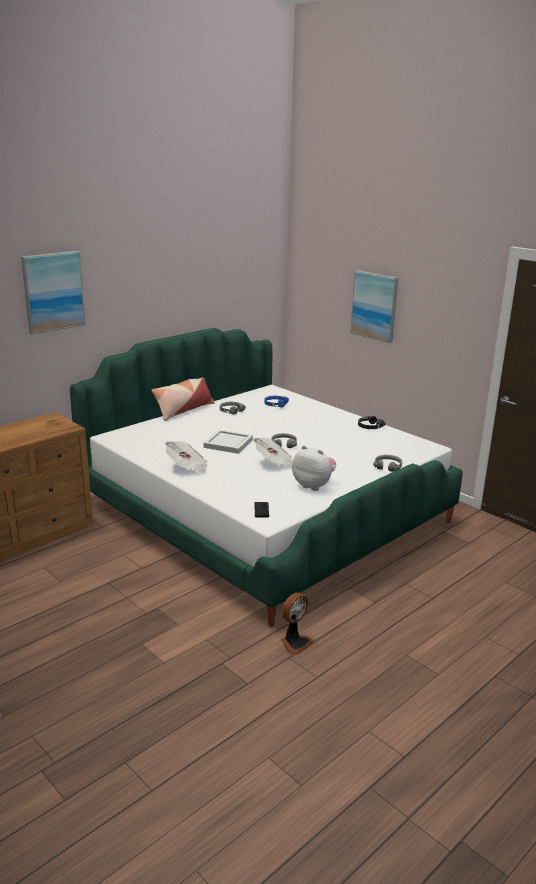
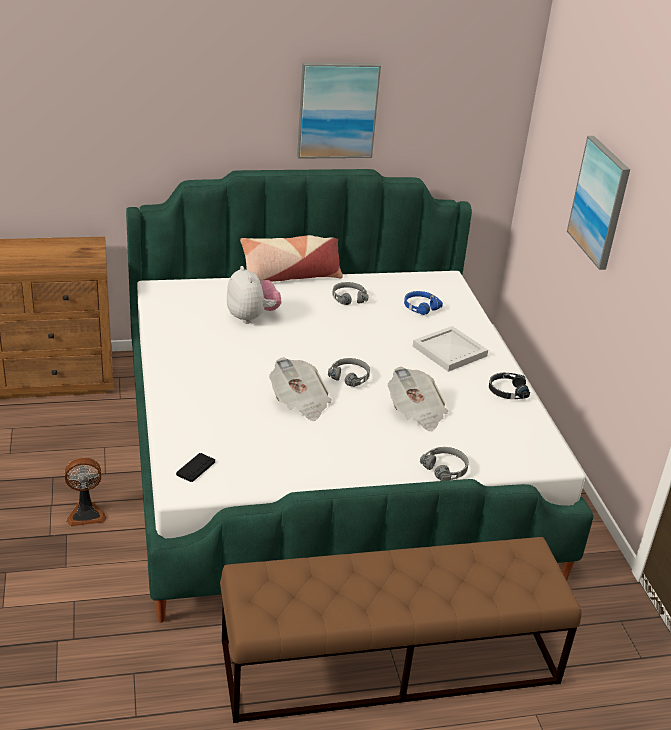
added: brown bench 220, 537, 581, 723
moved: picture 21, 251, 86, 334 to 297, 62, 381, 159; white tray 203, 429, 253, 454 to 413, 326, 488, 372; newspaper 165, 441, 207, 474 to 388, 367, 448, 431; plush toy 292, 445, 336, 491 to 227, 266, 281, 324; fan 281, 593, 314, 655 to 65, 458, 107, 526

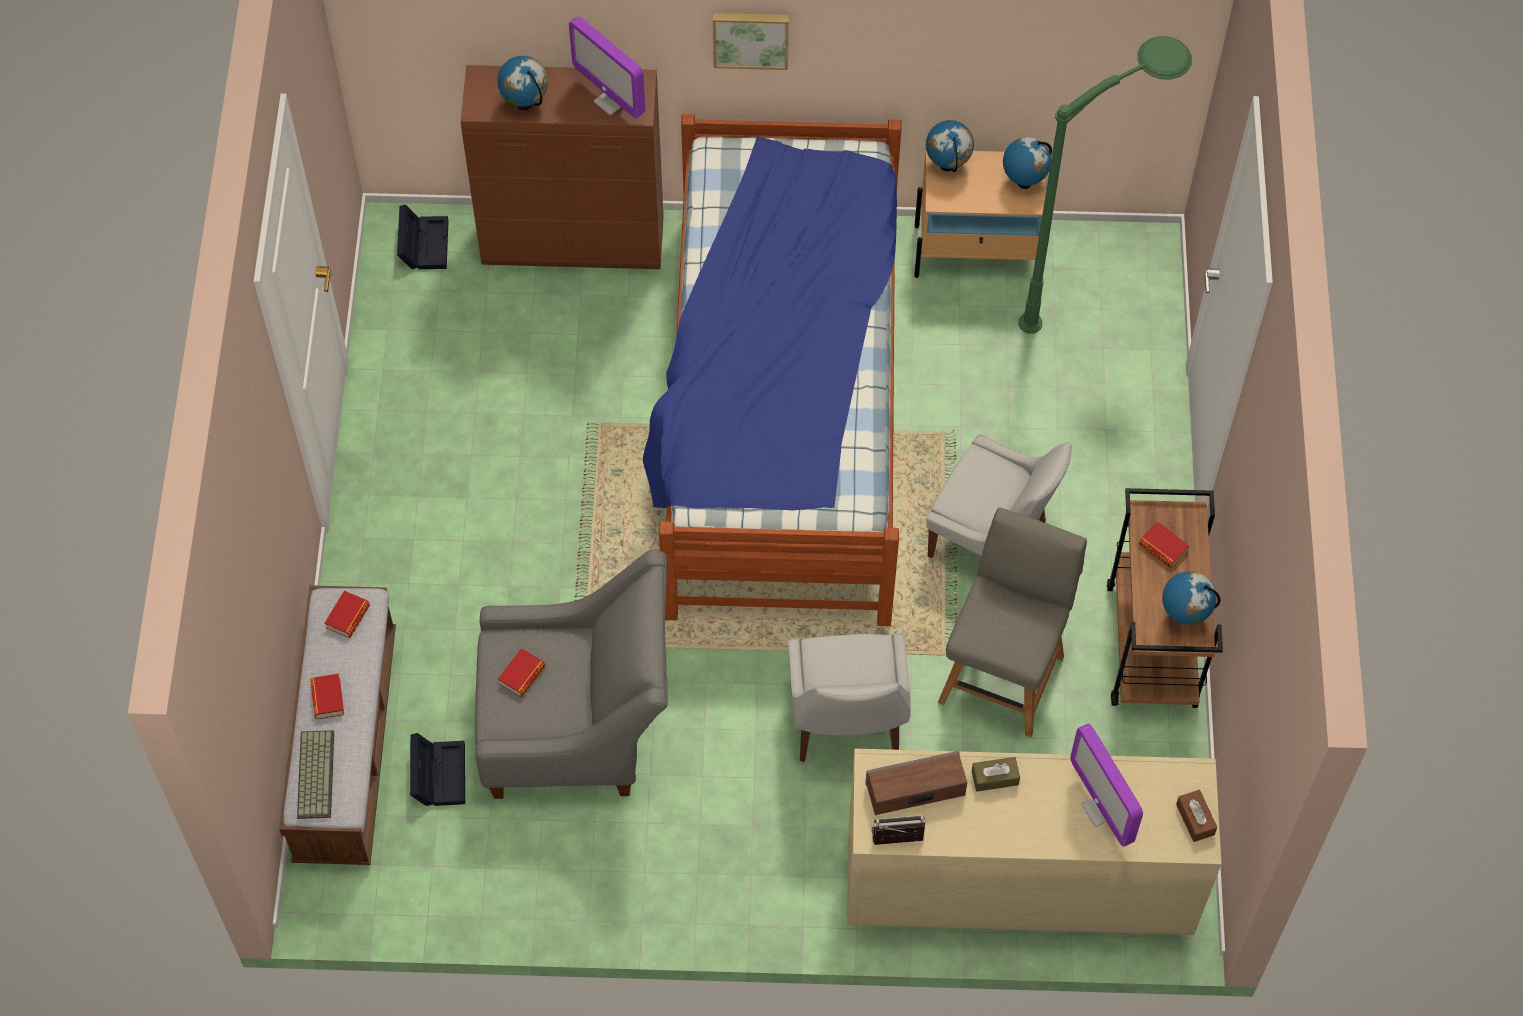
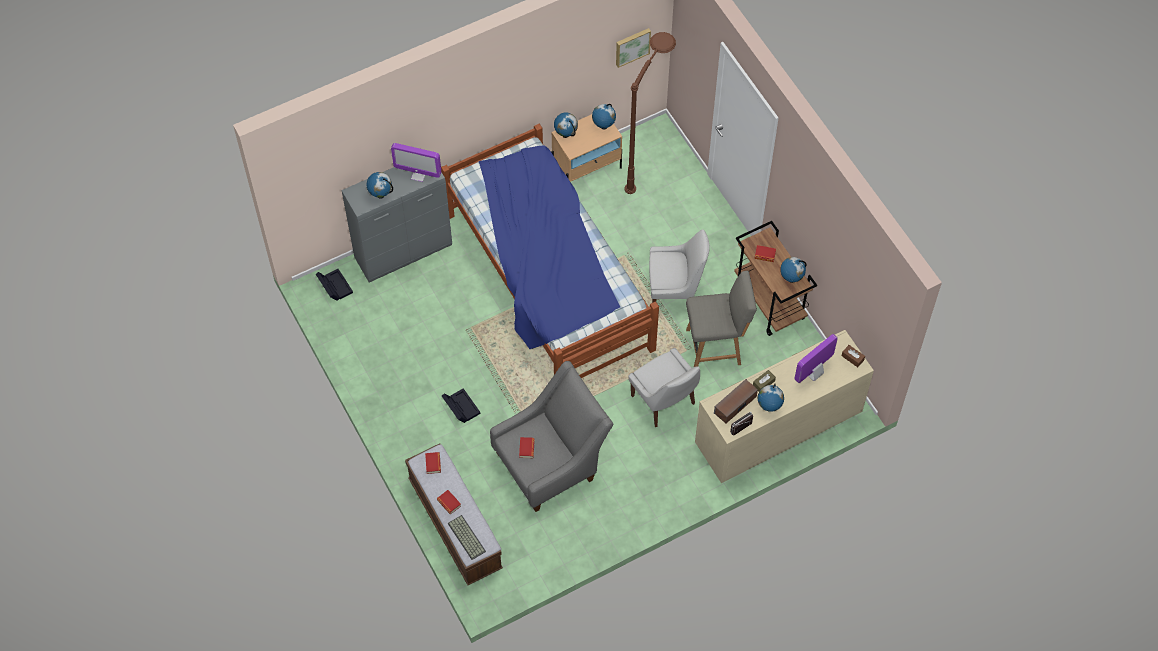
added: globe 758, 384, 784, 412
moved: picture 713, 13, 789, 70 to 616, 28, 651, 68; black storage box 410, 733, 465, 806 to 442, 388, 481, 423
recoloured: green floor lamp 1018, 36, 1192, 334 to brown floor lamp 624, 32, 676, 194; brown cabinet 461, 65, 664, 269 to grey cabinet 342, 167, 452, 283
turned: grey chair 938, 508, 1087, 737 = 686, 271, 757, 367 90 degrees clockwise; monitor 1070, 723, 1143, 847 = 794, 334, 838, 383 105 degrees clockwise

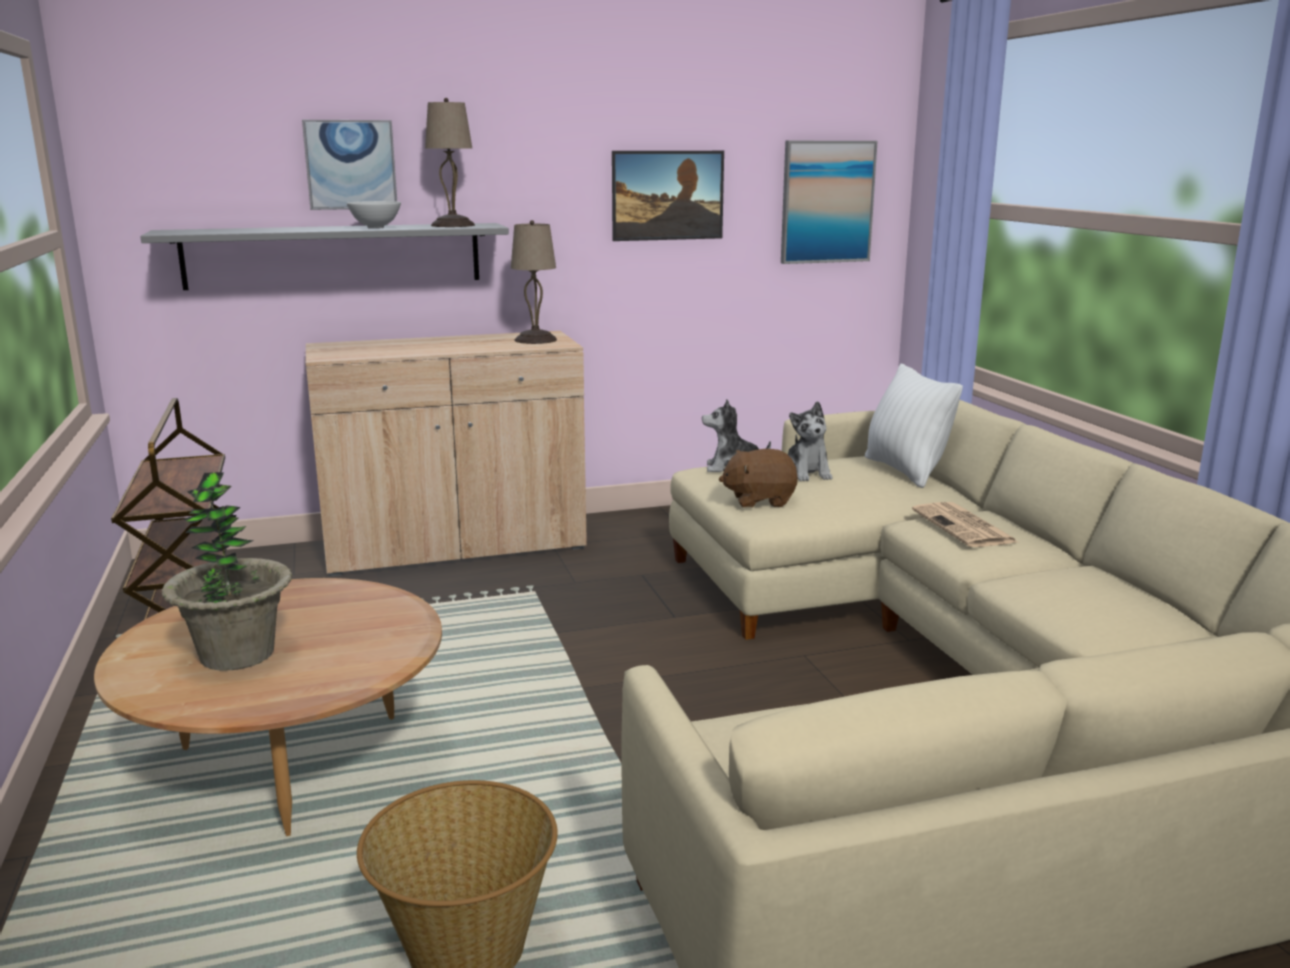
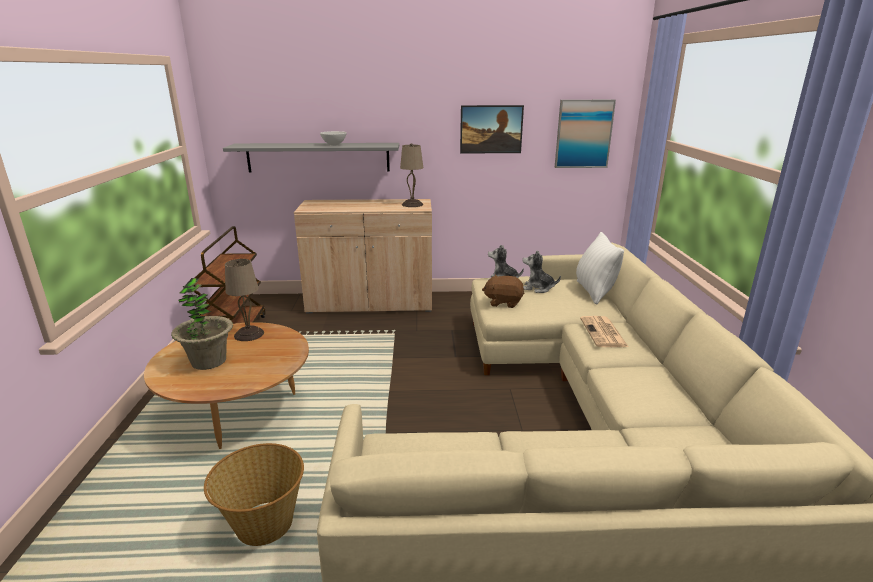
removed: picture 302, 120, 397, 210
moved: beige table lamp 425, 98, 475, 227 to 225, 259, 264, 341
turned: plush toy 788, 401, 832, 481 = 523, 250, 561, 293 105 degrees clockwise

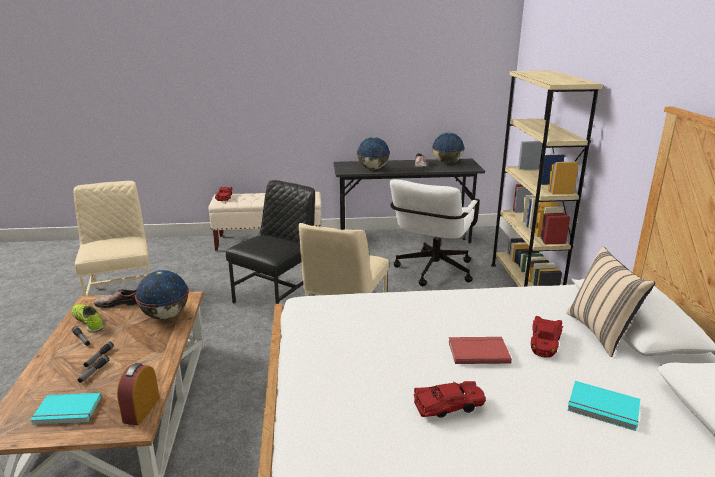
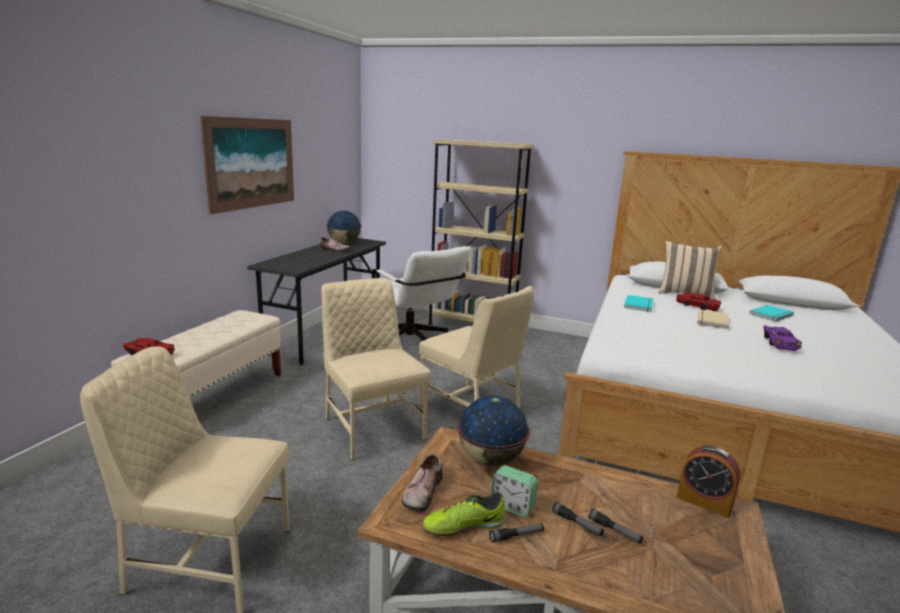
removed: globe 357, 137, 390, 170
added: picture 200, 116, 294, 214; alarm clock 491, 465, 538, 517
moved: turquoise book 30, 393, 101, 425 to 624, 295, 654, 312
recoloured: black chair 226, 180, 315, 304 to beige chair 321, 278, 431, 460; red book 449, 337, 512, 364 to beige book 697, 309, 729, 329; red toy car 414, 381, 486, 418 to purple toy car 763, 325, 802, 351

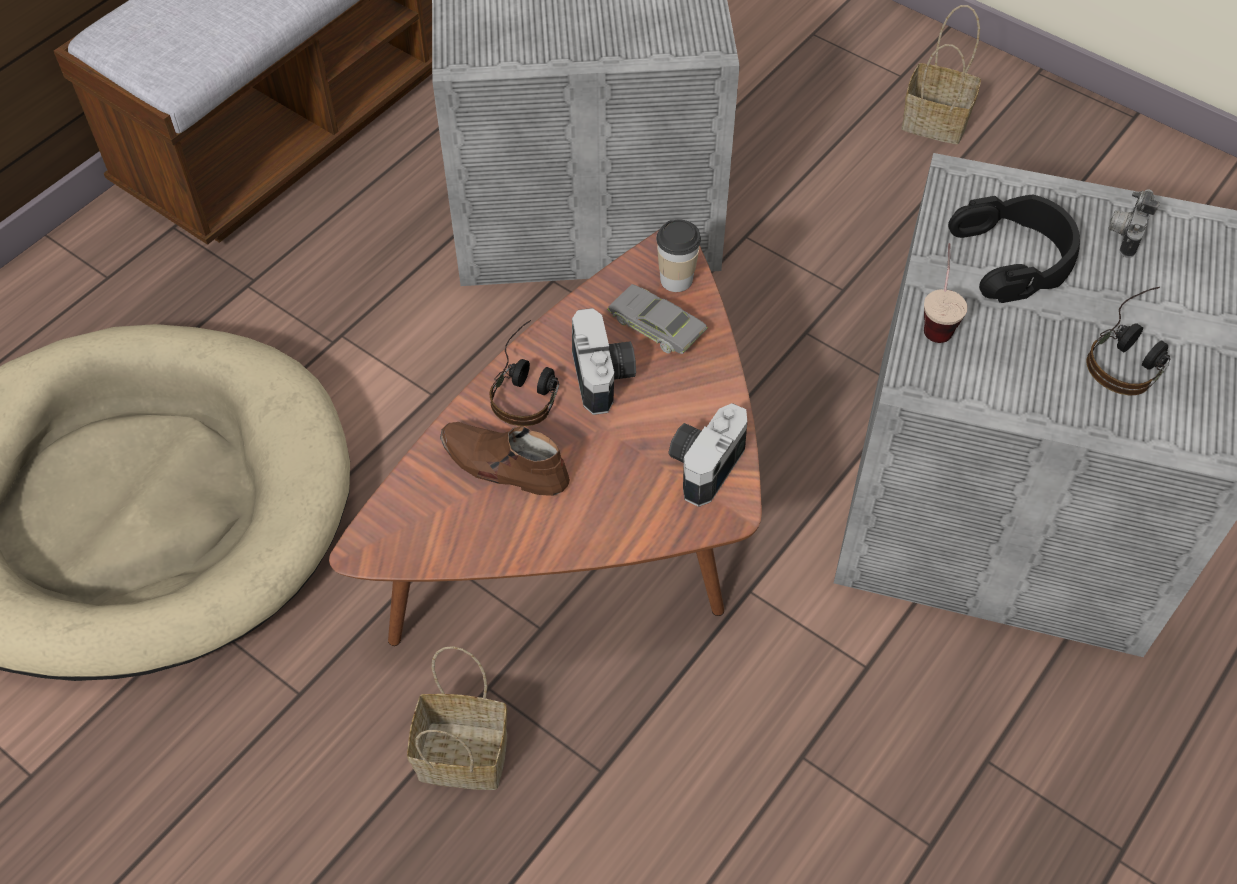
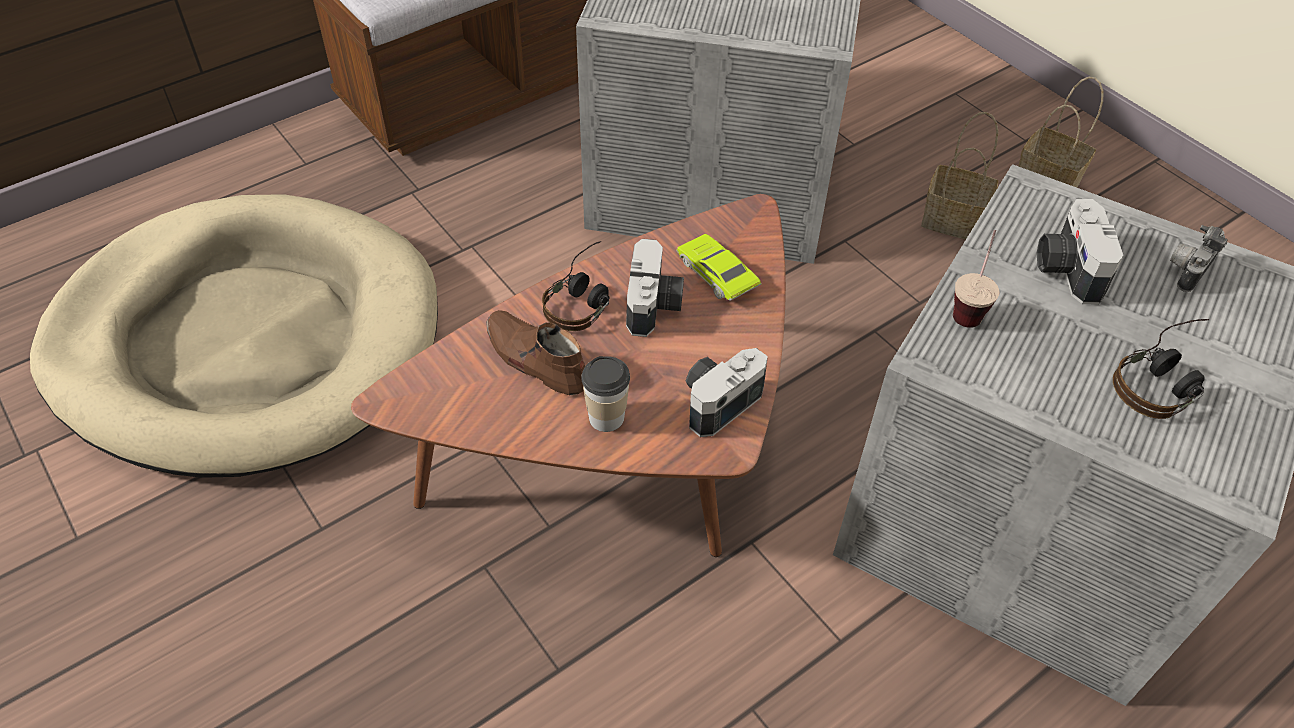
moved: cup 656, 219, 701, 292 to 581, 356, 630, 432; basket 407, 646, 507, 790 to 921, 112, 999, 240
replaced: black headphones 948, 194, 1080, 303 to photo camera 1037, 199, 1124, 305
recoloured: grey toy car 607, 284, 708, 354 to green toy car 676, 234, 762, 301

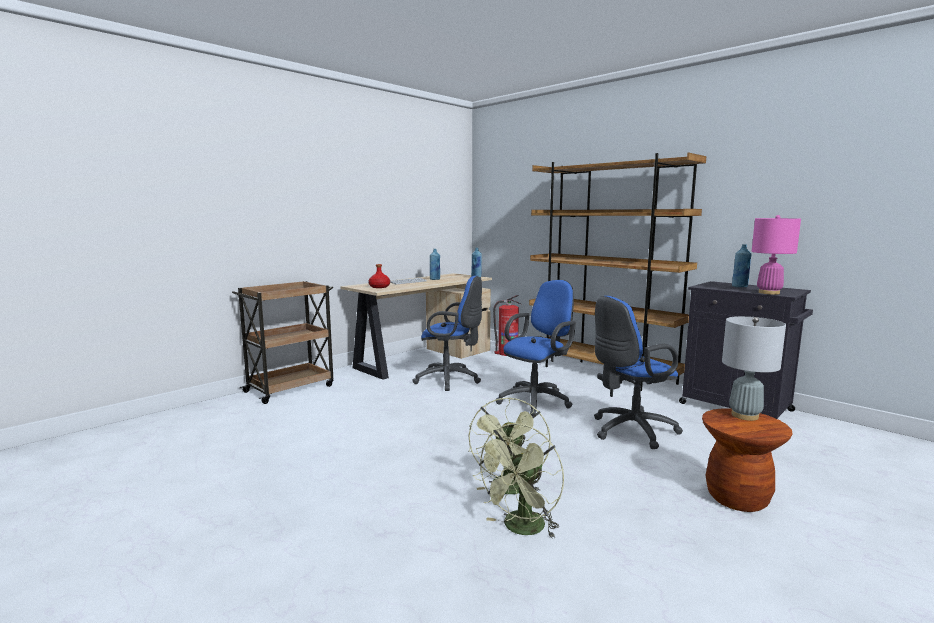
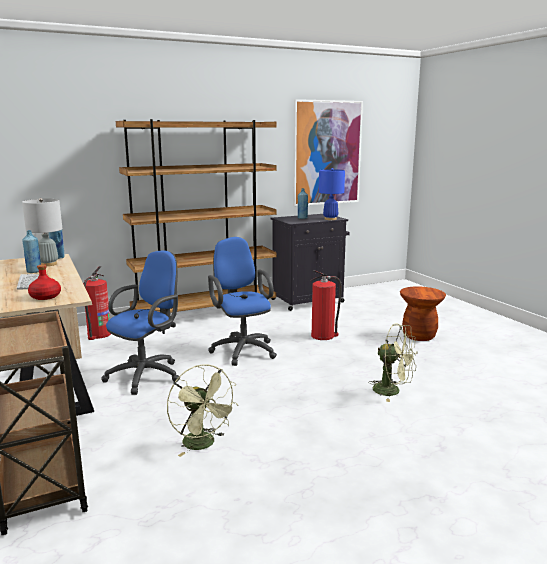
added: picture 293, 99, 363, 206
moved: grey table lamp 722, 316, 786, 421 to 22, 198, 62, 266; green fan 473, 423, 564, 539 to 167, 365, 238, 457
replaced: blue office chair 594, 296, 683, 449 to fire extinguisher 310, 270, 342, 340
recoloured: pink table lamp 752, 215, 801, 295 to blue table lamp 319, 168, 345, 220

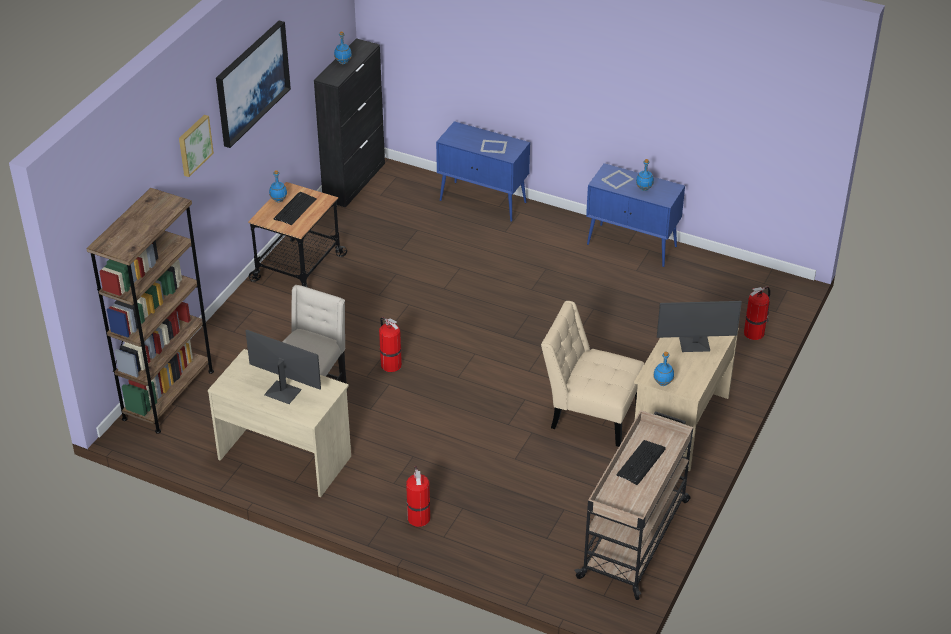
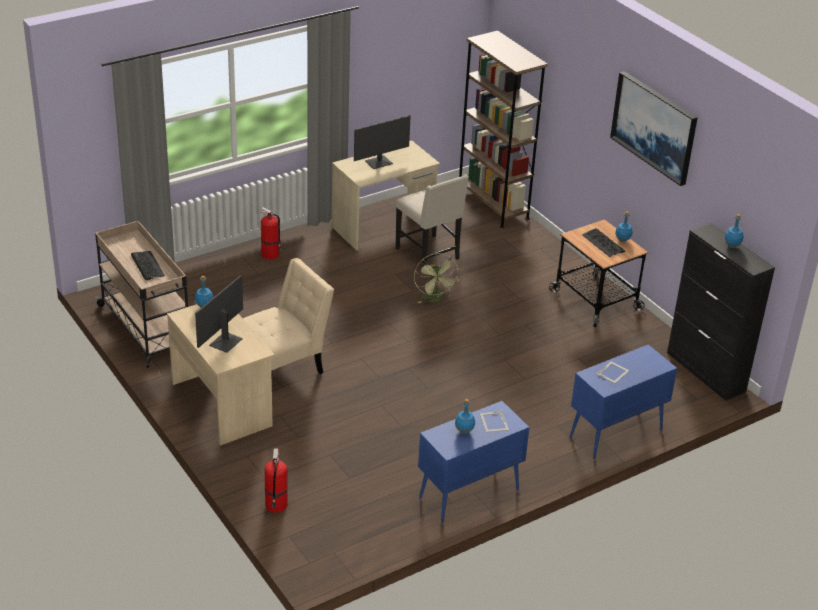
removed: picture 179, 115, 214, 177
replaced: fire extinguisher 379, 317, 402, 372 to green fan 414, 253, 459, 303

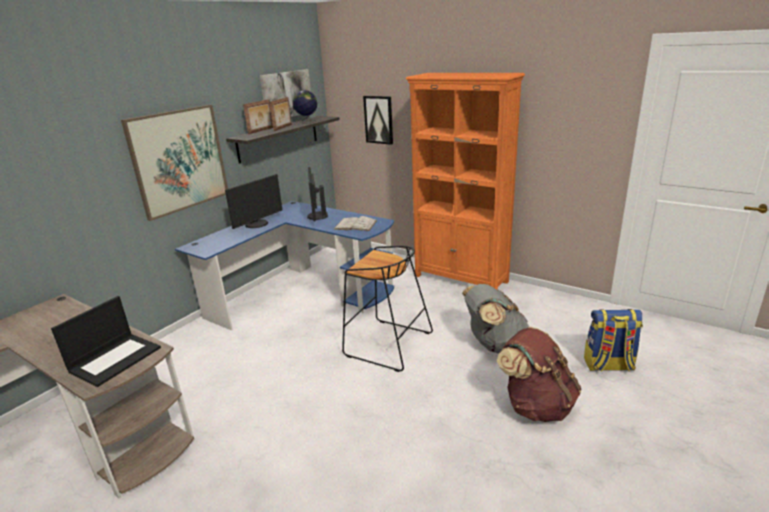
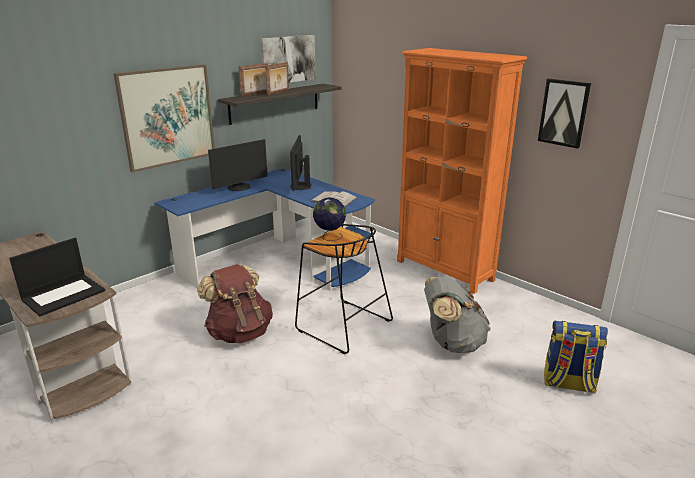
moved: globe 293, 90, 317, 123 to 313, 197, 346, 241; picture 363, 96, 393, 145 to 538, 78, 591, 149; brown backpack 497, 327, 581, 422 to 197, 264, 273, 344

